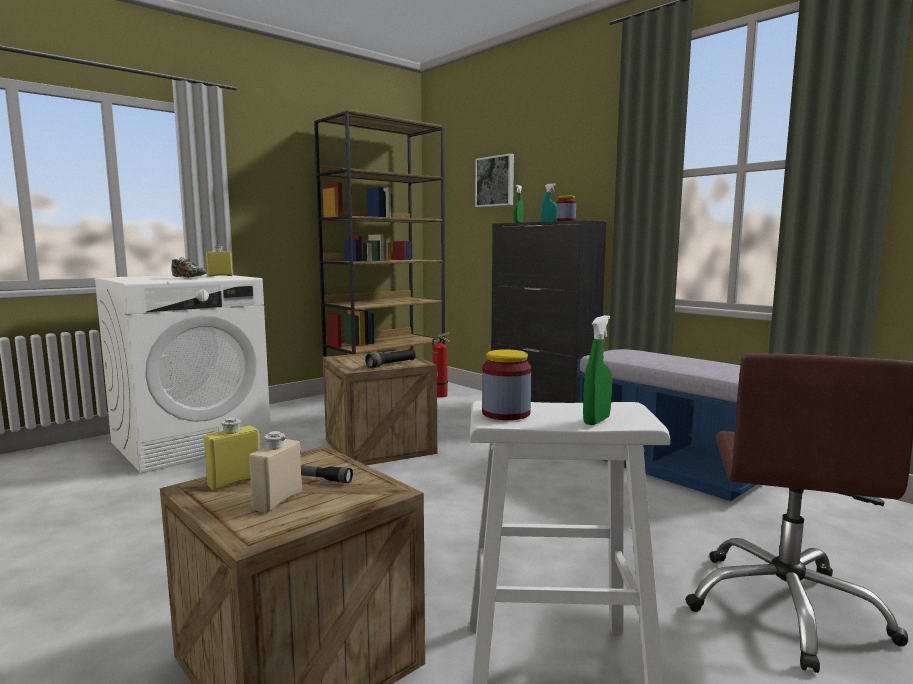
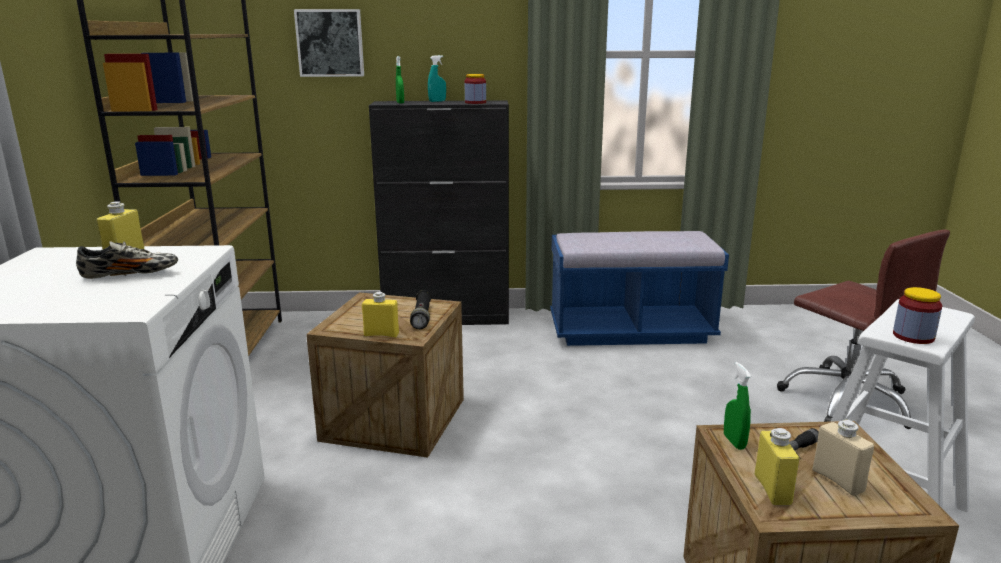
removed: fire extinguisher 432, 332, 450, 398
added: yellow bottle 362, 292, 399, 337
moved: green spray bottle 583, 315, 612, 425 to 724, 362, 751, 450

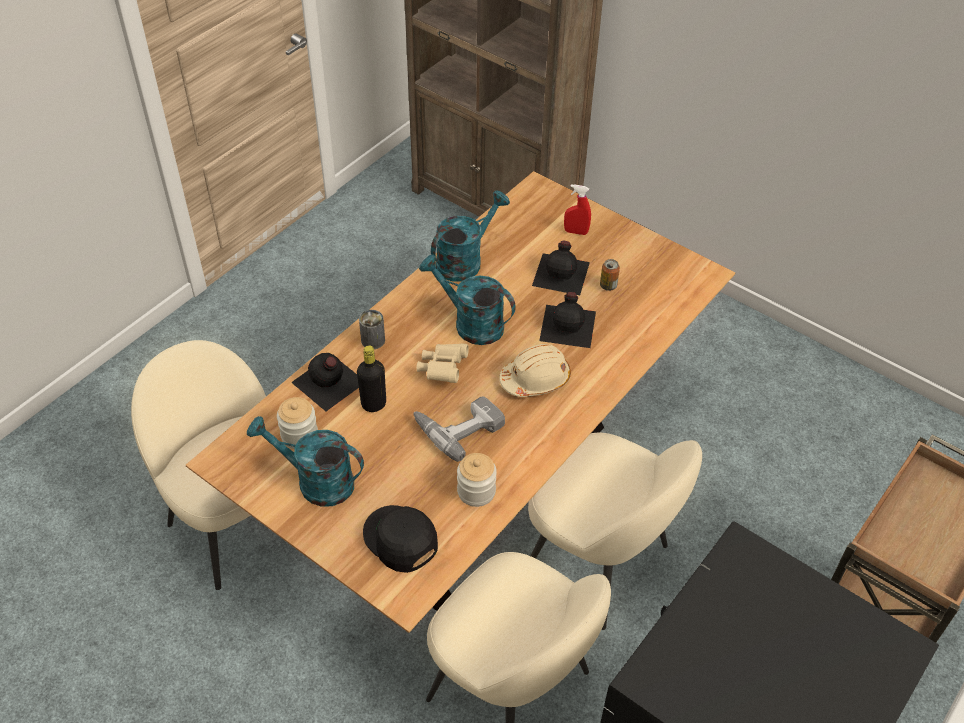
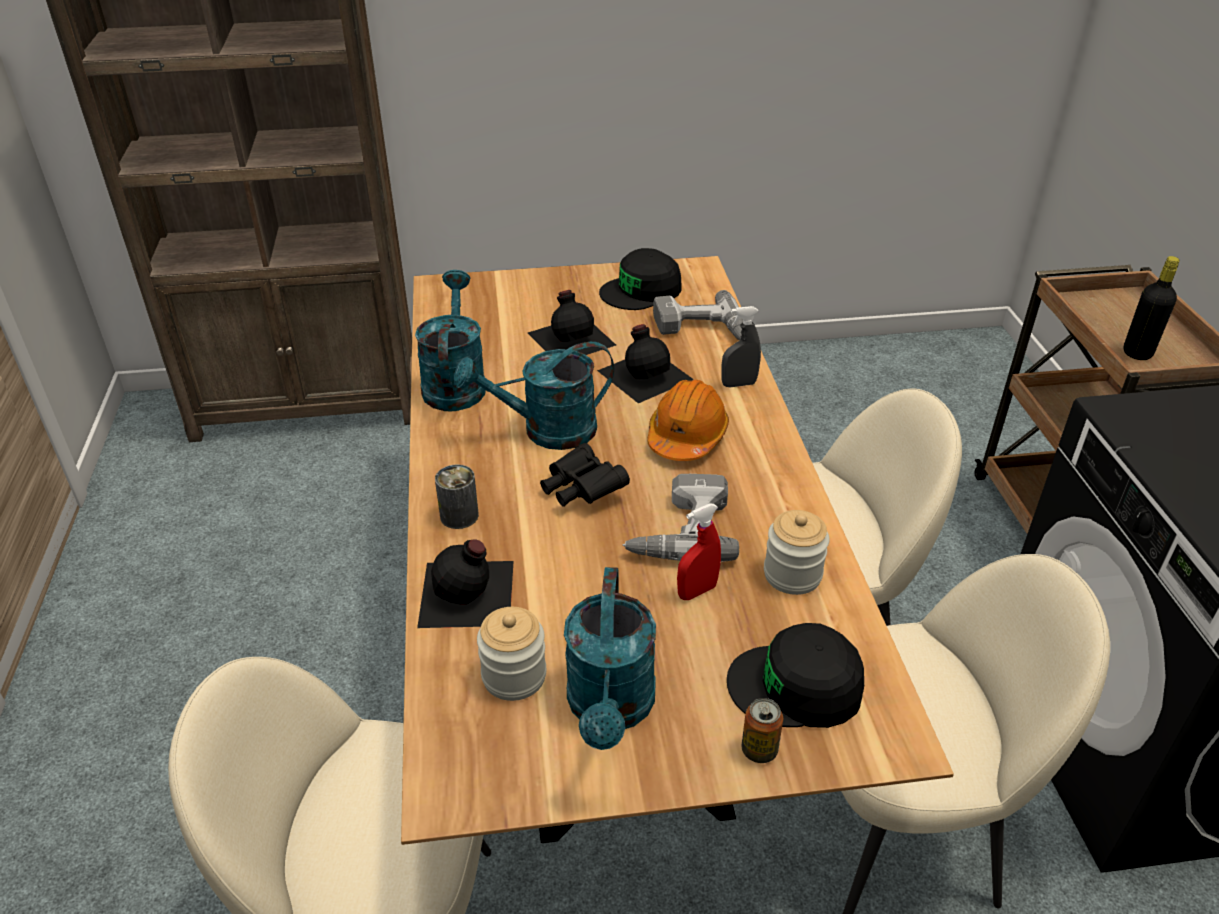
added: black cap 599, 248, 682, 310; power drill 653, 290, 743, 341; grey spray bottle 721, 306, 761, 387
moved: red spray bottle 564, 184, 591, 235 to 677, 503, 721, 600; can 600, 259, 620, 291 to 742, 698, 783, 763; black bottle 357, 345, 386, 412 to 1124, 256, 1180, 360
recoloured: beige binoculars 416, 343, 469, 383 to black binoculars 540, 443, 630, 507; beige hard hat 499, 344, 571, 397 to orange hard hat 647, 380, 729, 461
turned: turquoise watering can 247, 416, 364, 507 = 564, 567, 656, 750 60 degrees counterclockwise

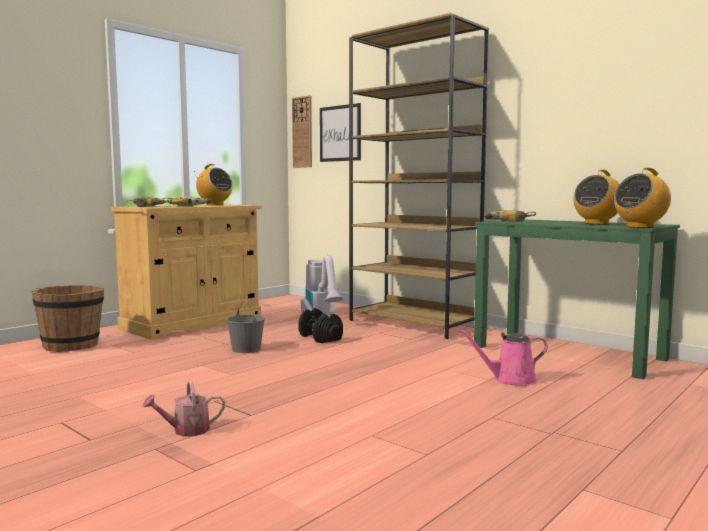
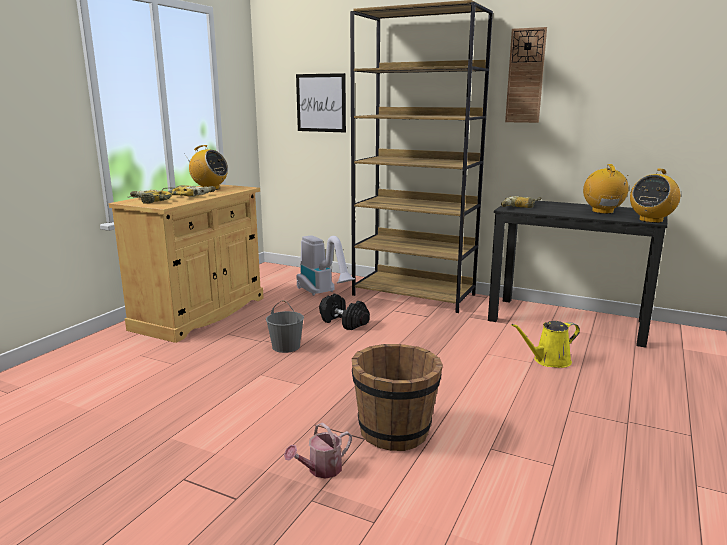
moved: wall clock 292, 95, 312, 168 to 505, 27, 547, 123; brown bucket 32, 285, 104, 352 to 352, 344, 443, 451
recoloured: green desk 474, 219, 680, 379 to black desk 488, 201, 668, 348; pink watering can 459, 329, 548, 386 to yellow watering can 511, 321, 580, 368
turned: radio 573, 170, 619, 225 = 583, 164, 629, 214 150 degrees clockwise

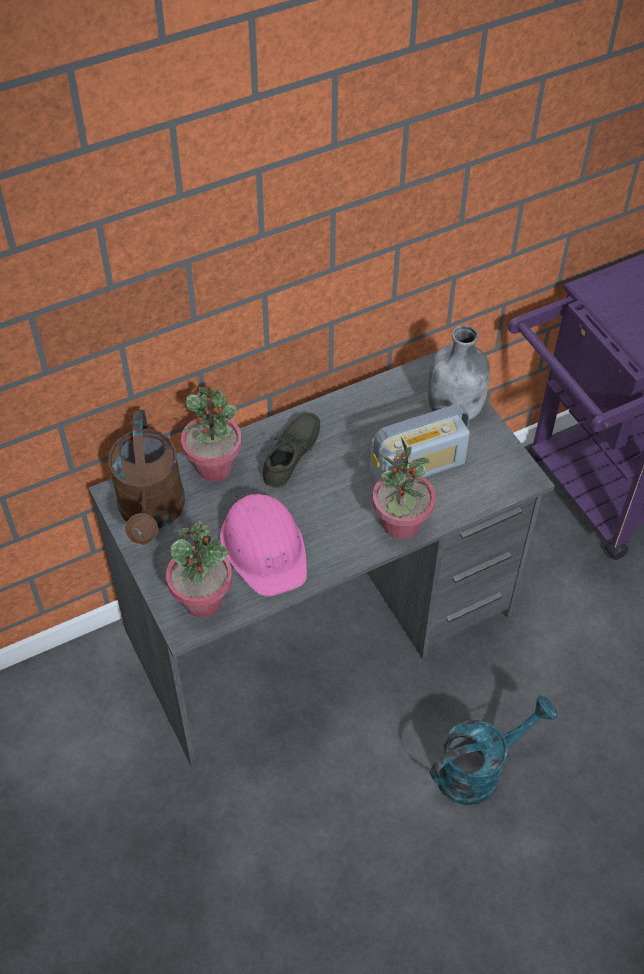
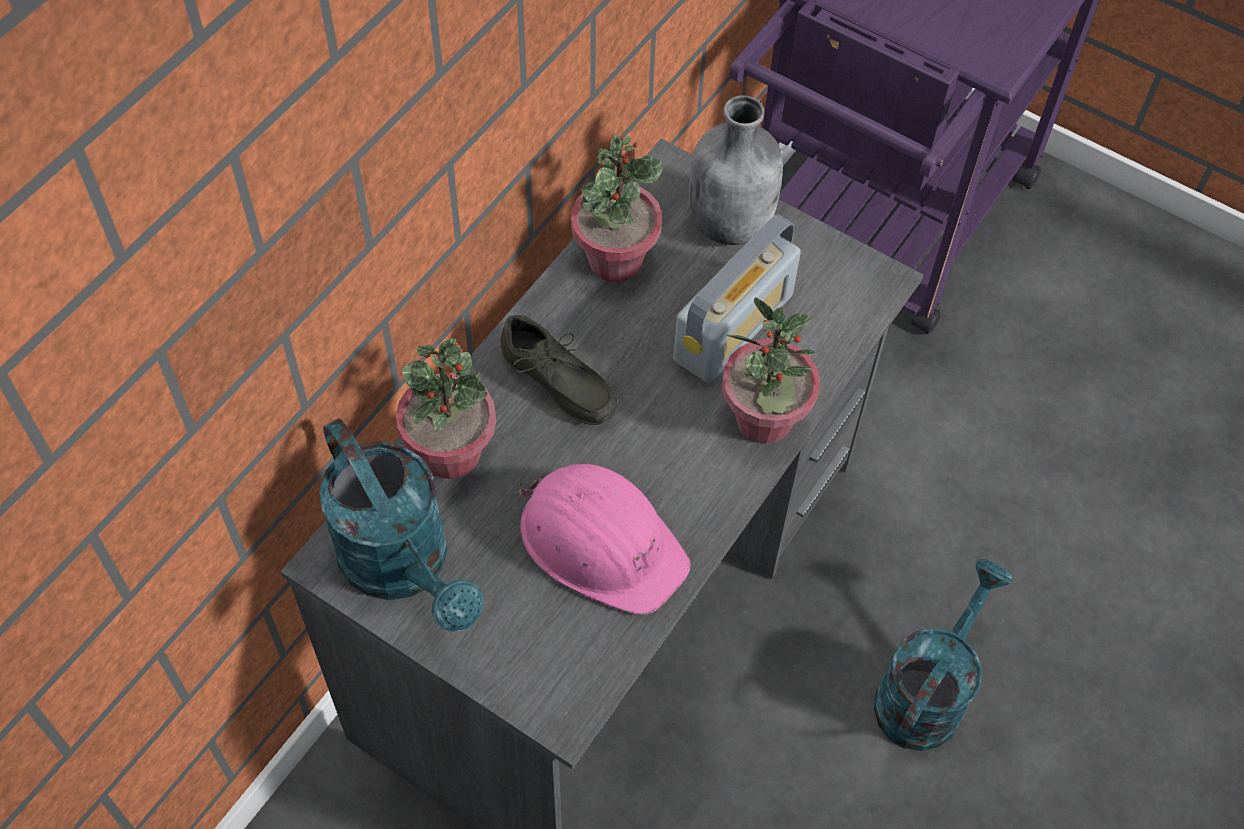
moved: potted plant 166, 521, 232, 617 to 571, 134, 664, 282
recoloured: brown watering can 108, 410, 185, 545 to turquoise watering can 319, 418, 483, 632
turned: grey shoe 263, 413, 320, 487 = 501, 315, 619, 425 135 degrees clockwise

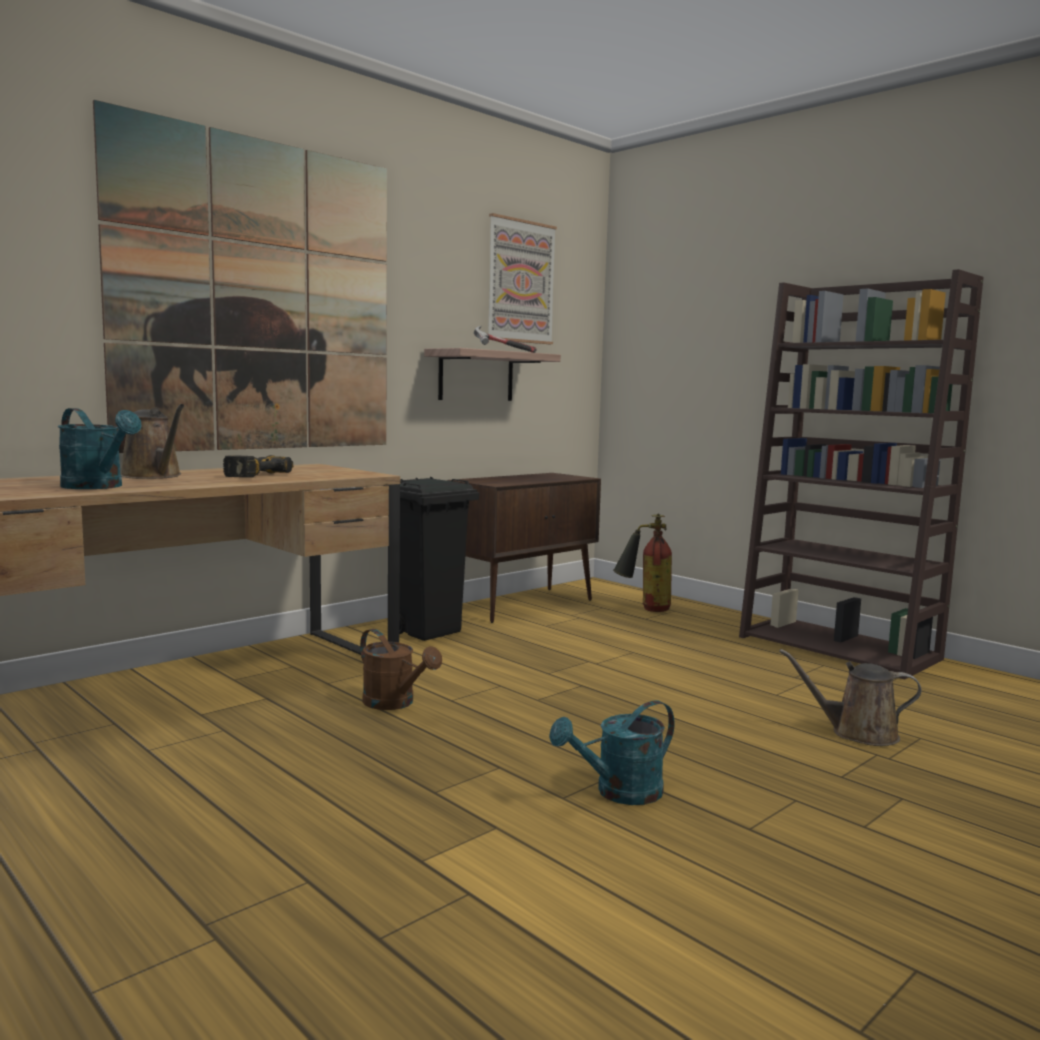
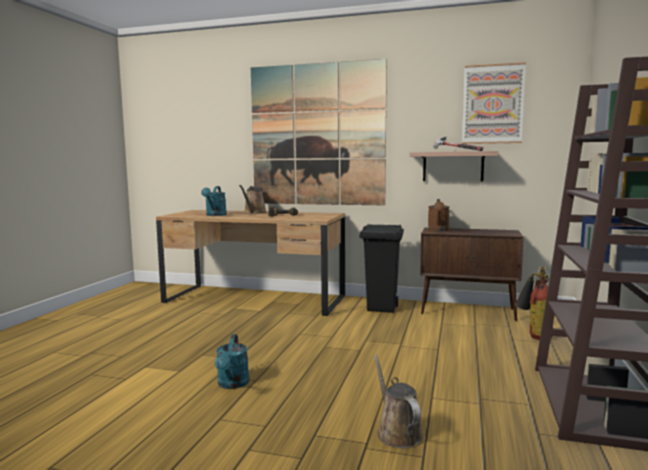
moved: brown watering can 360, 629, 442, 710 to 428, 199, 450, 232
turned: turquoise watering can 549, 700, 674, 805 = 215, 334, 250, 389 120 degrees counterclockwise

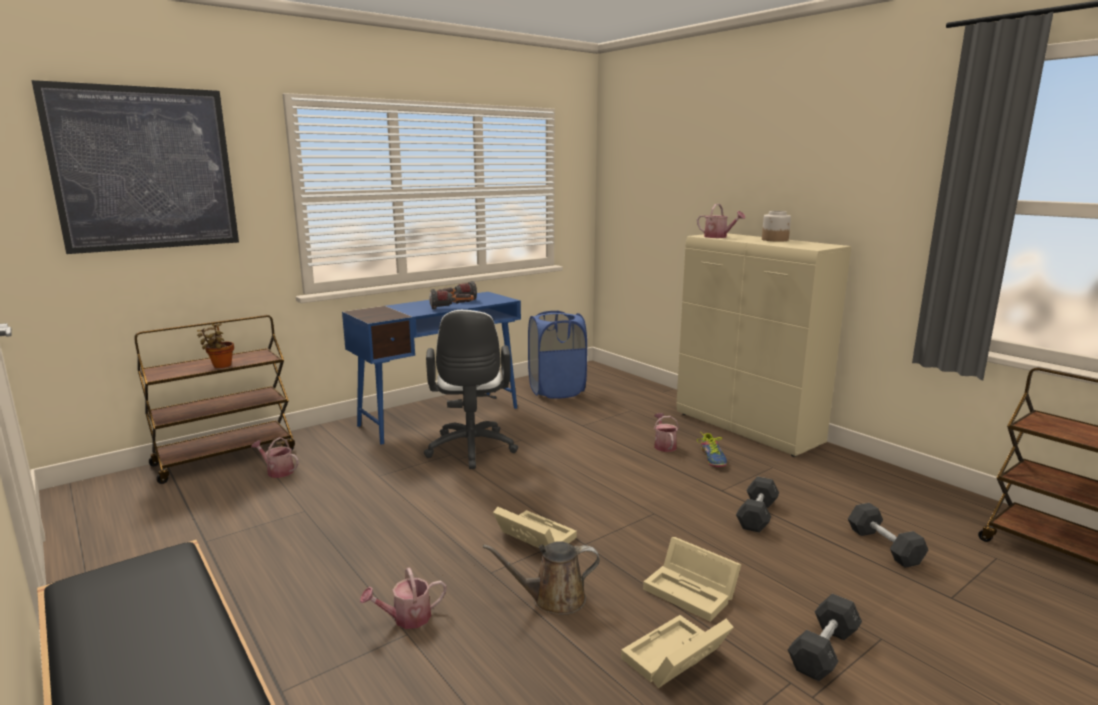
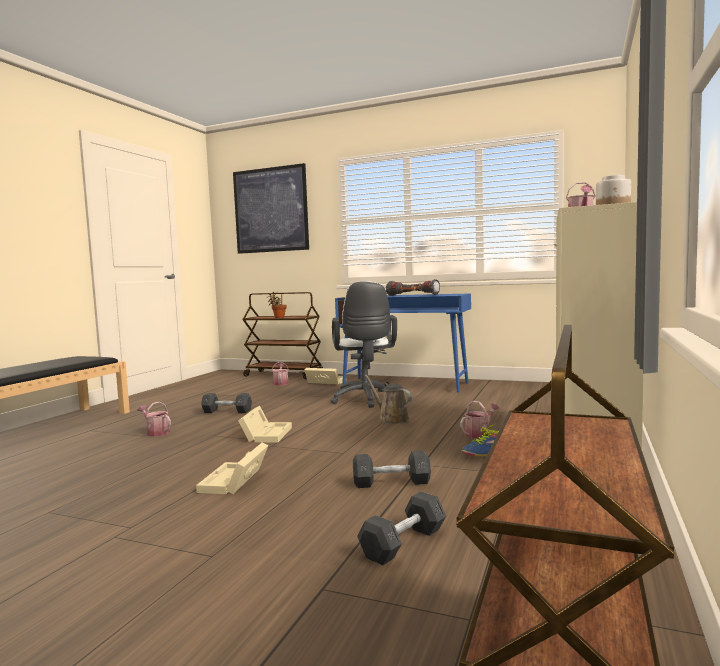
removed: blue laundry basket 528, 310, 587, 399
moved: brown watering can 483, 541, 600, 615 to 364, 374, 412, 424; grey dumbbell 788, 594, 862, 681 to 201, 393, 252, 413; beige storage box 621, 615, 734, 688 to 304, 368, 343, 384
turned: white office chair 424, 310, 518, 469 = 330, 281, 397, 408 60 degrees counterclockwise

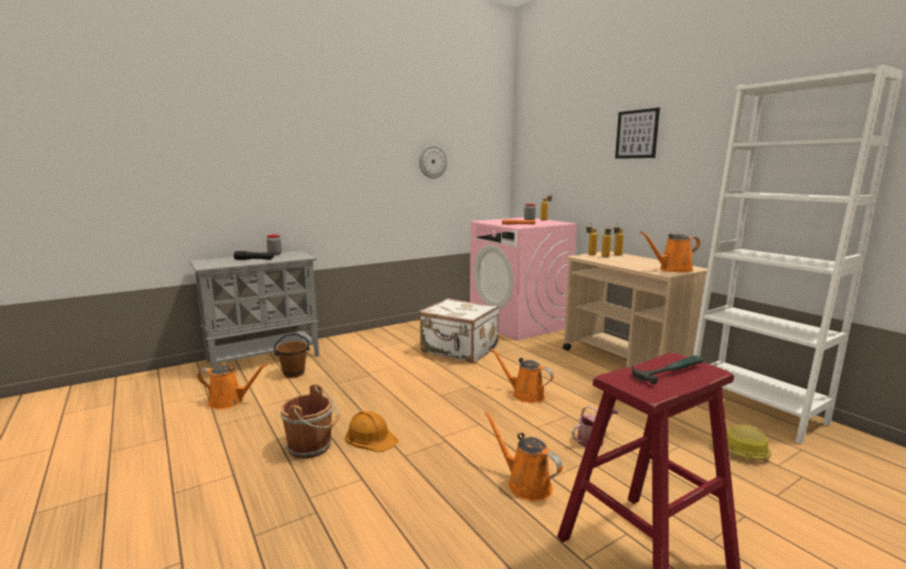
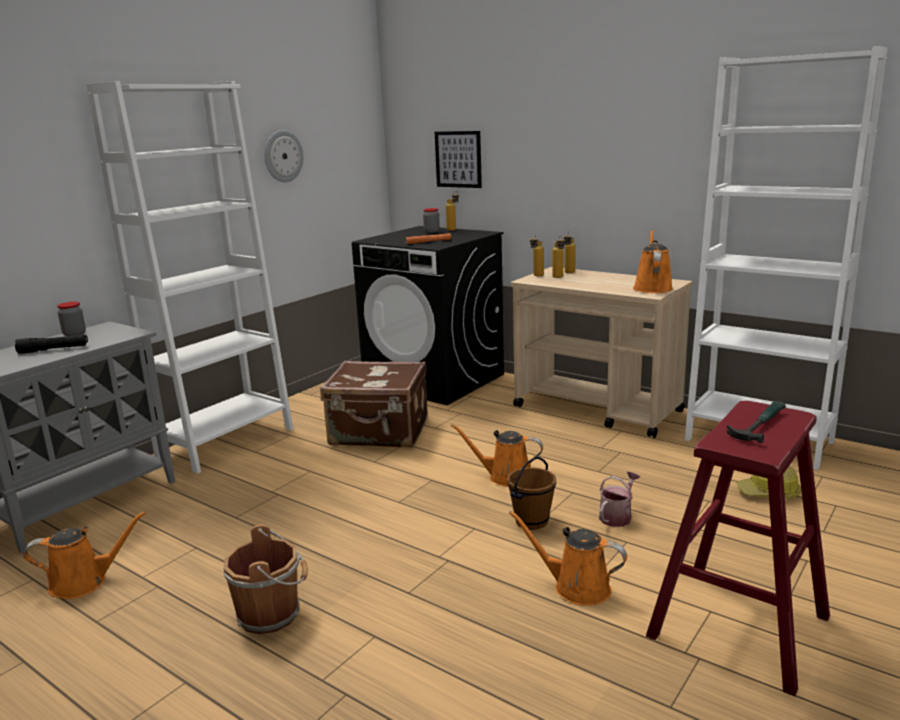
removed: orange hard hat 346, 411, 399, 452
added: white bookcase 87, 81, 293, 474
moved: picture 615, 108, 660, 159 to 435, 131, 482, 188; brown bucket 274, 334, 310, 378 to 507, 457, 556, 530
recoloured: pink washing machine 470, 217, 579, 341 to black washing machine 352, 226, 504, 405; white suitcase 419, 298, 499, 363 to brown suitcase 320, 360, 428, 447
turned: orange watering can 640, 231, 700, 272 = 633, 230, 673, 293 135 degrees clockwise

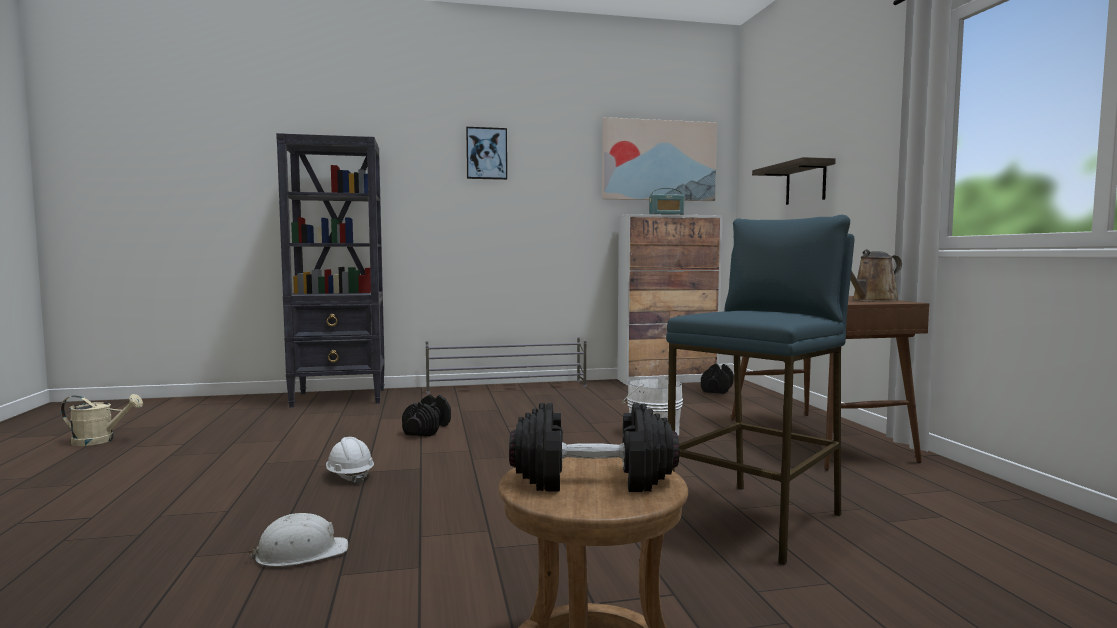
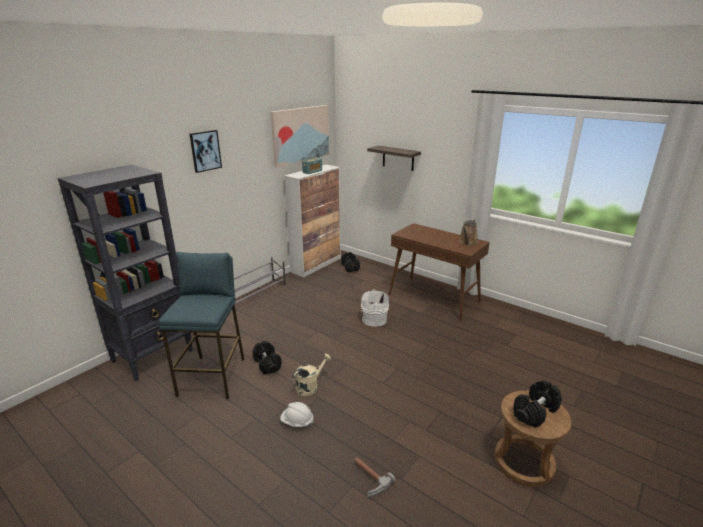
moved: blue stool 666, 215, 854, 565 to 159, 252, 244, 399; beige watering can 61, 394, 143, 446 to 292, 354, 331, 396
replaced: white hard hat 248, 513, 348, 567 to hammer 354, 457, 395, 497

